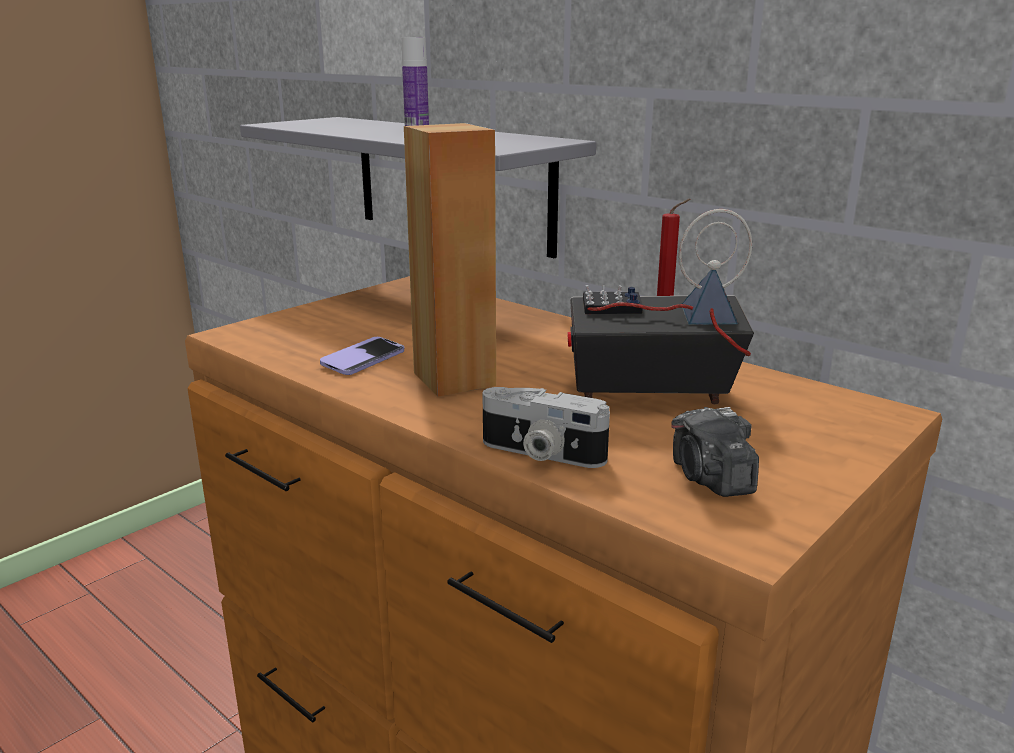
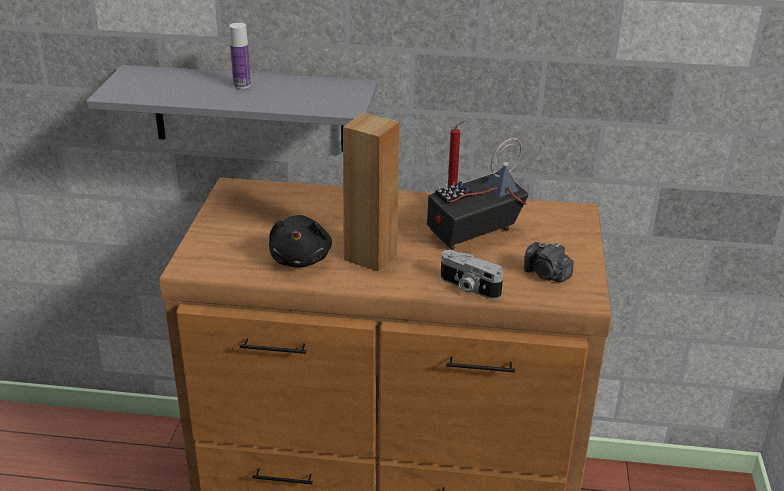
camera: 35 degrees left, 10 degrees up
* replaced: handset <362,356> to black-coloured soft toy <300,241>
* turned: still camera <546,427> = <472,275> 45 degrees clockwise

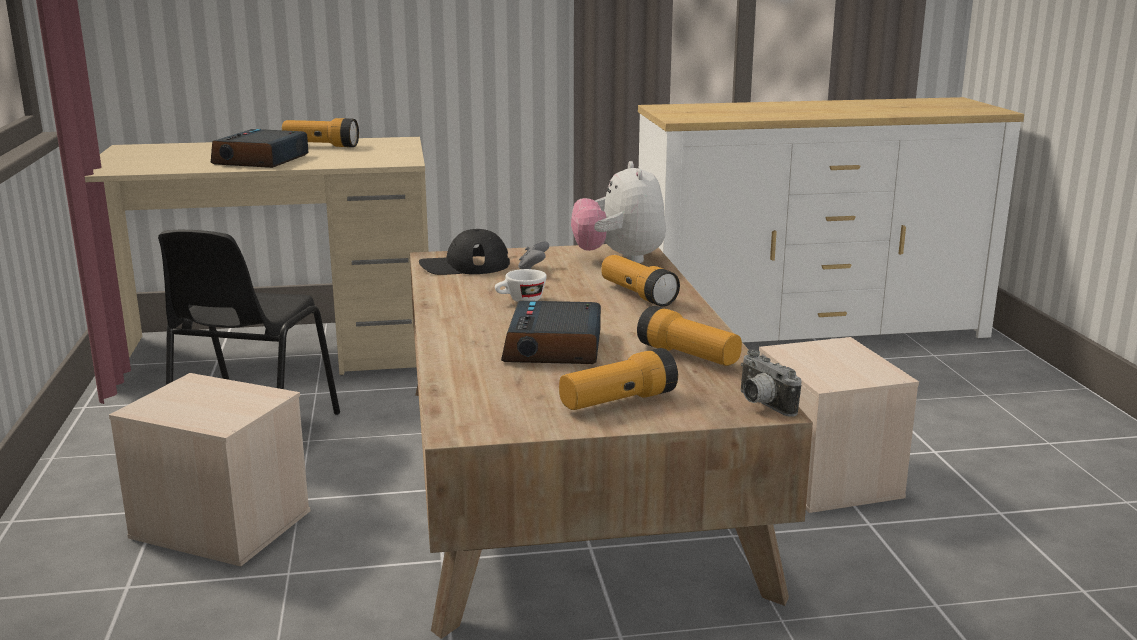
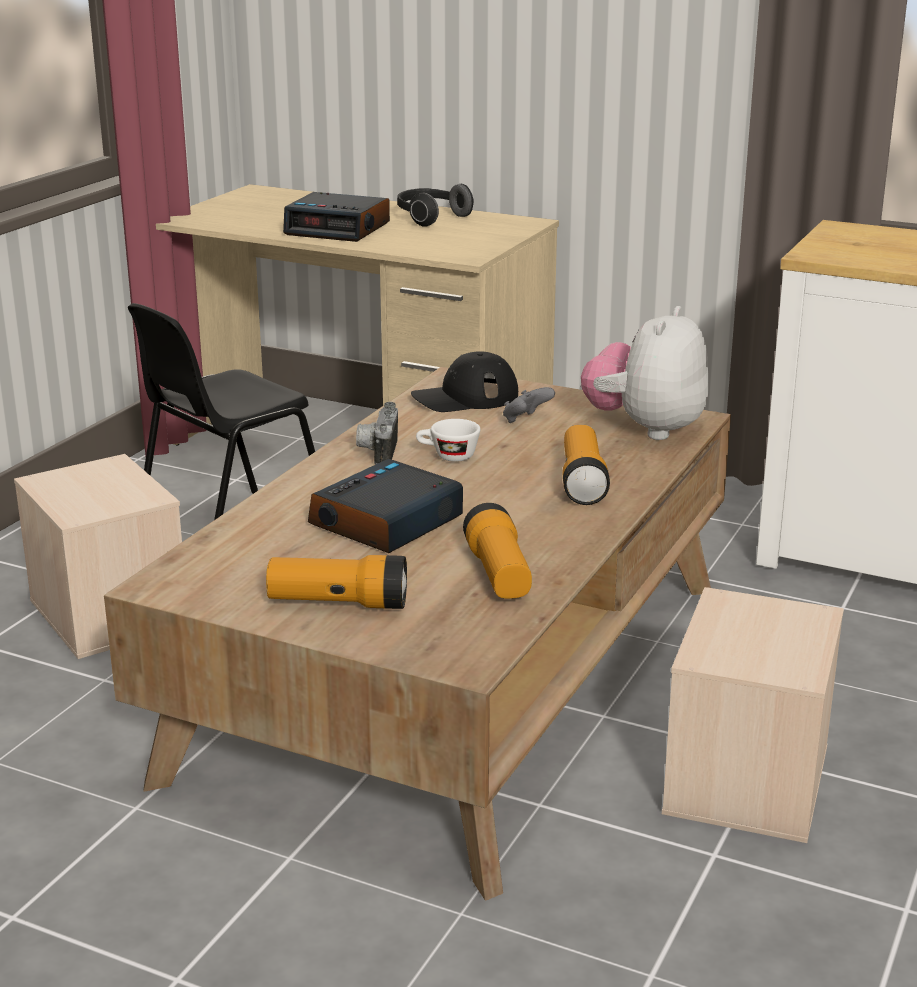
camera: 35 degrees right, 5 degrees up
* replaced: torch <320,132> to pair of headphones <435,205>
* turned: table clock <260,148> = <336,217> 120 degrees counterclockwise
* turned: black-coloured baseball cap <464,252> = <464,381> 45 degrees counterclockwise
* moved: still camera <771,383> to <377,433>

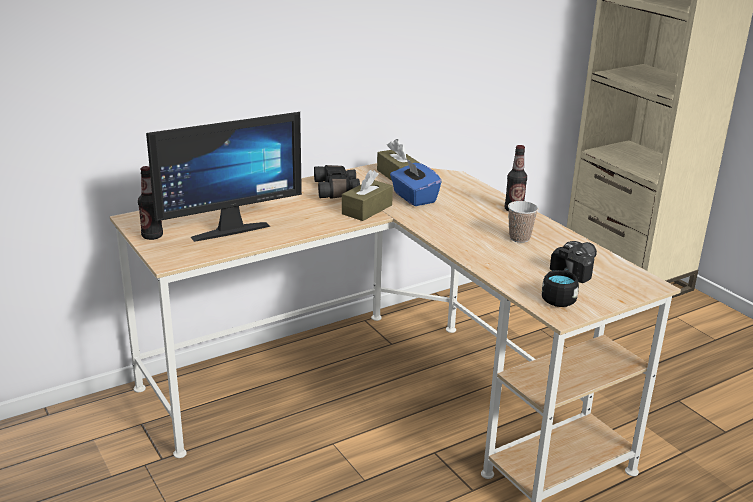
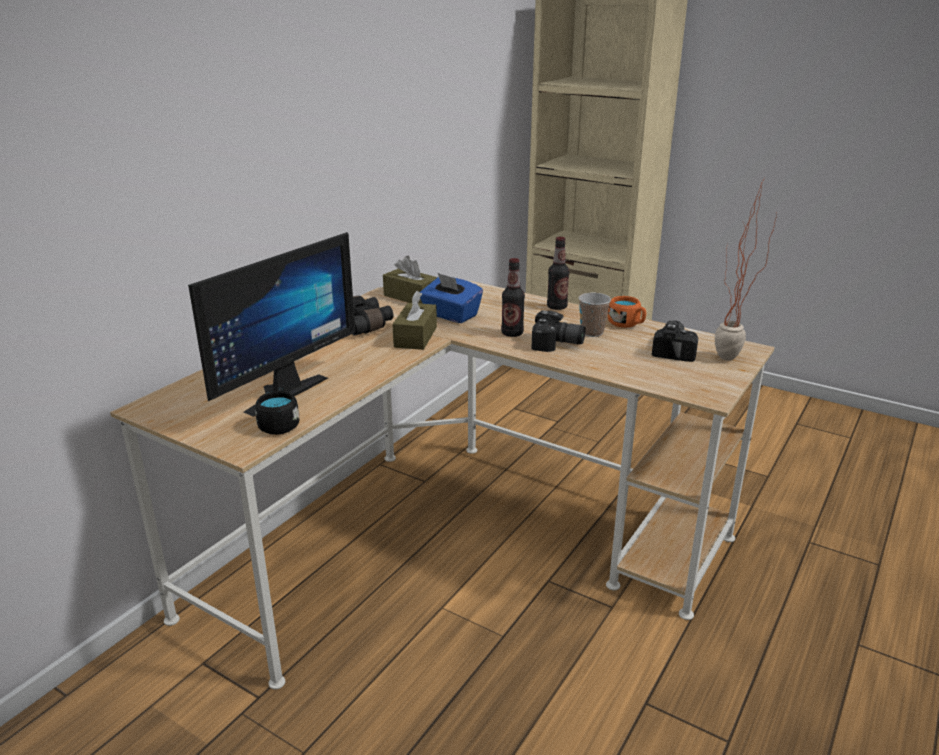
camera: 25 degrees left, 0 degrees up
* moved: bottle <150,203> to <513,297>
* moved: black-coloured mug <560,287> to <277,411>
* added: houseplant <746,270>
* added: orange mug <627,312>
* added: still camera <558,331>

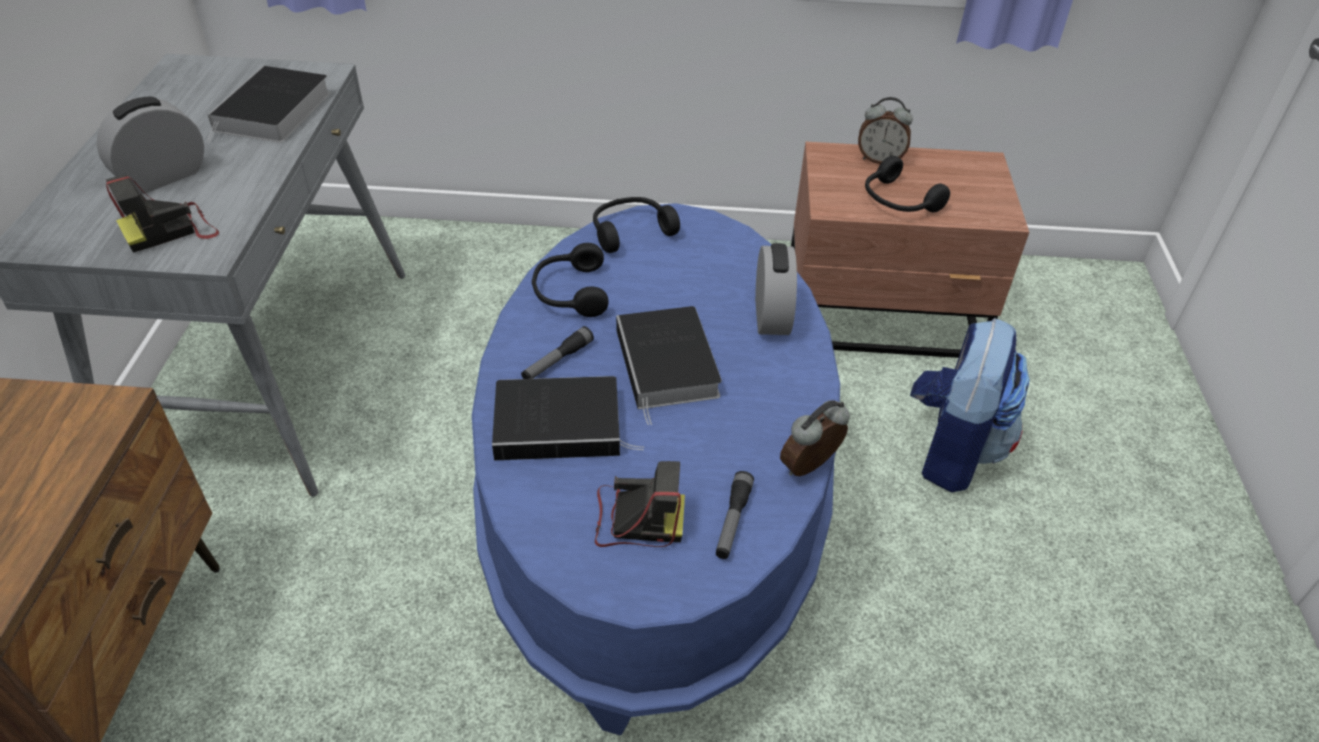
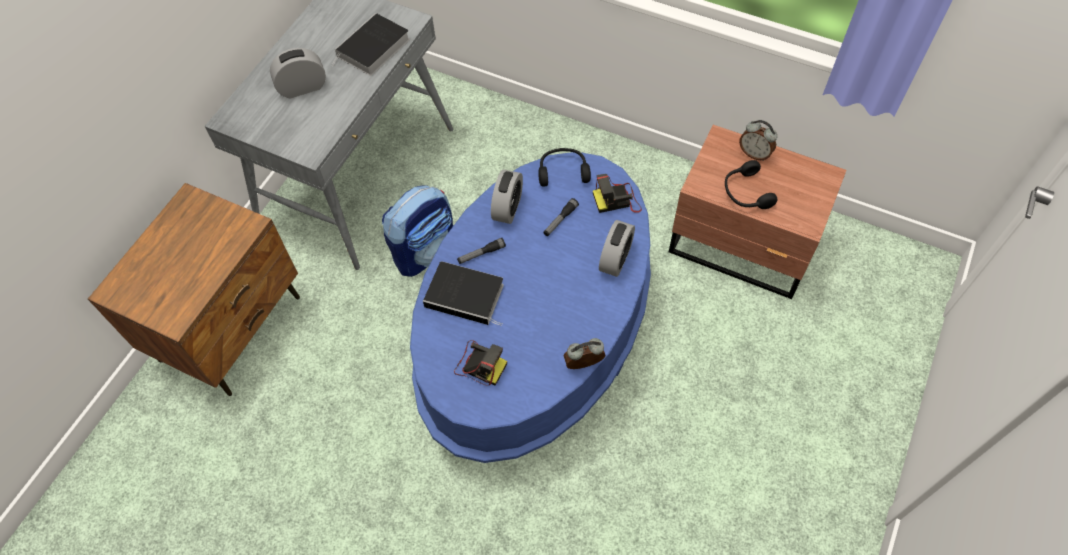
camera: 25 degrees right, 15 degrees up
* moved: still camera <162,214> to <617,193>
* replaced: black-coloured pair of headphones <570,280> to table clock <507,196>
* removed: book <669,365>
* moved: knapsack <969,405> to <417,231>
* moved: torch <735,515> to <561,217>

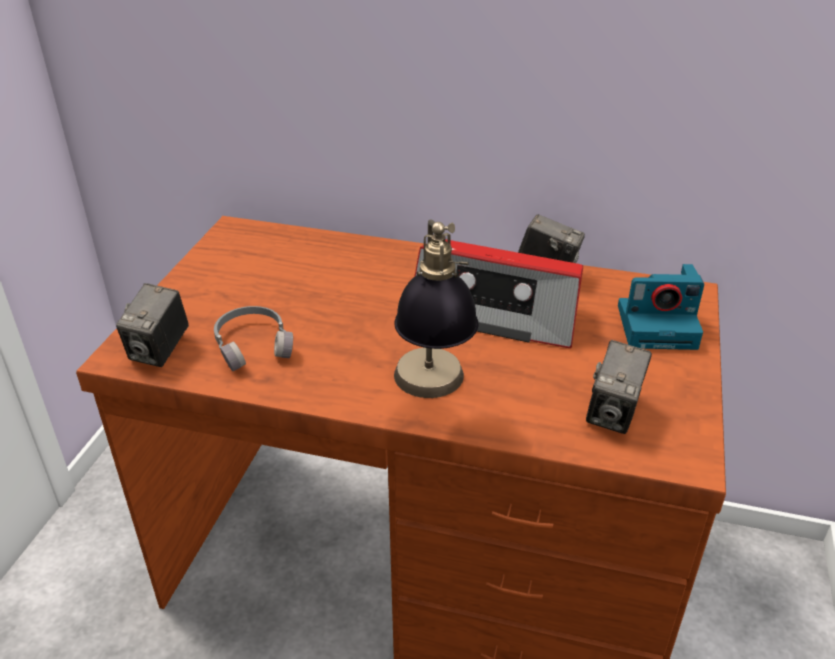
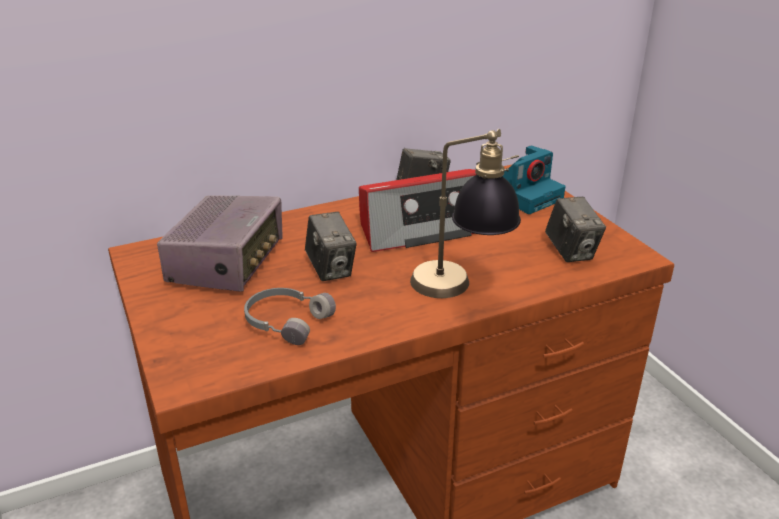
camera: 40 degrees left, 5 degrees down
* moved: still camera <152,325> to <331,246>
* added: radio <220,243>

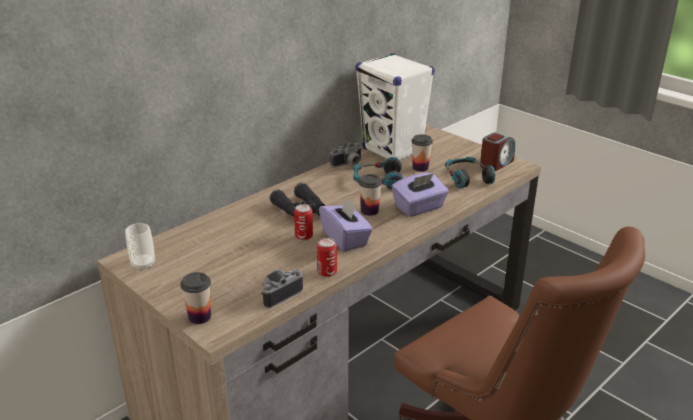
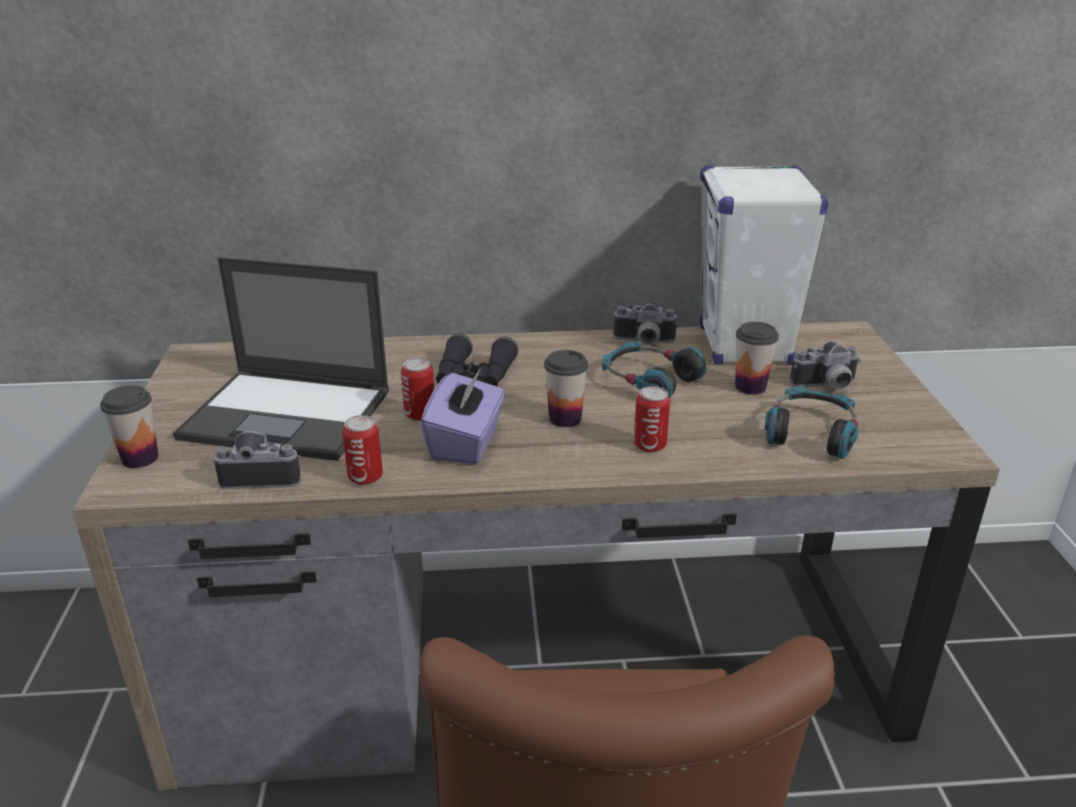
camera: 40 degrees right, 0 degrees up
* removed: table clock <498,151>
* replaced: purplish box of tissues <420,195> to sealed can <652,419>
* removed: drinking cup <140,247>
* added: portable computer <281,359>
* added: still camera <825,365>

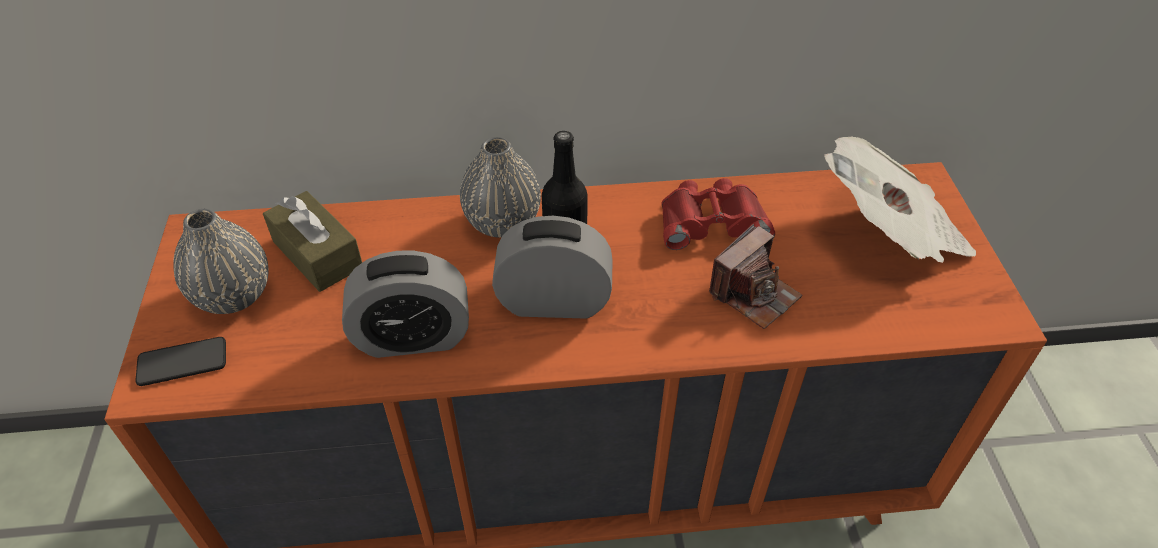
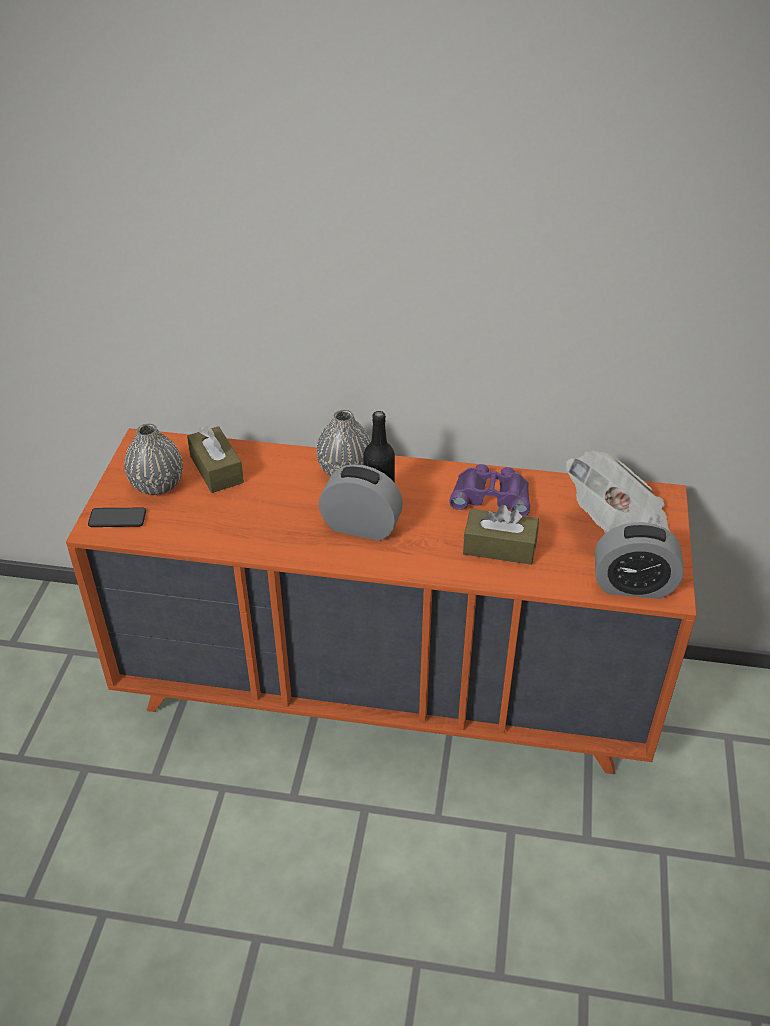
camera: 15 degrees right, 5 degrees down
* recoloured: reddish pair of binoculars <718,214> to purplish pair of binoculars <489,490>
* replaced: still camera <755,276> to brown-coloured box of tissues <501,535>
* moved: table clock <405,304> to <639,560>

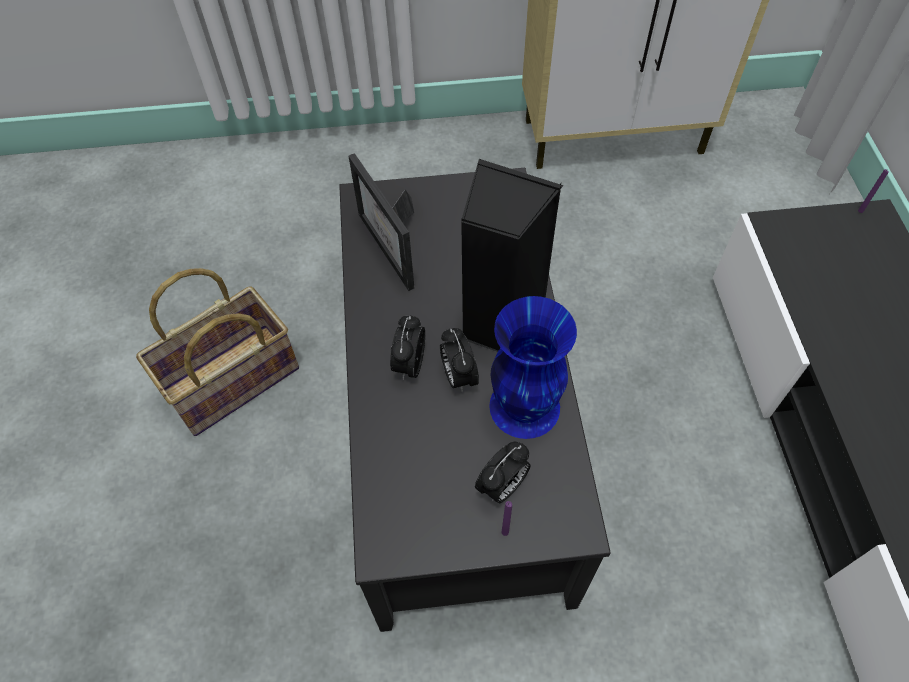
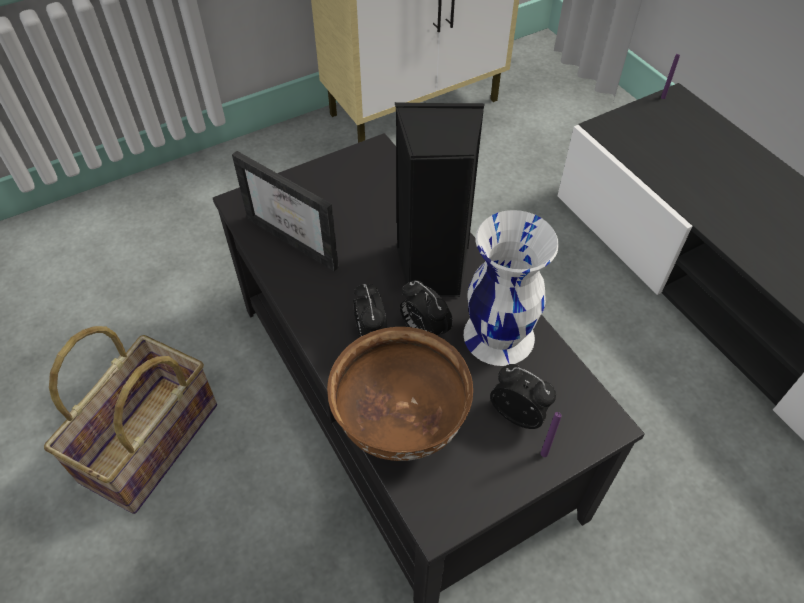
camera: 25 degrees left, 5 degrees down
* recoloured: bluish decorative vase <533,367> to white decorative vase <511,288>
* turned: table clock <503,472> = <523,396> 75 degrees counterclockwise
* added: brown-coloured serving bowl <400,394>

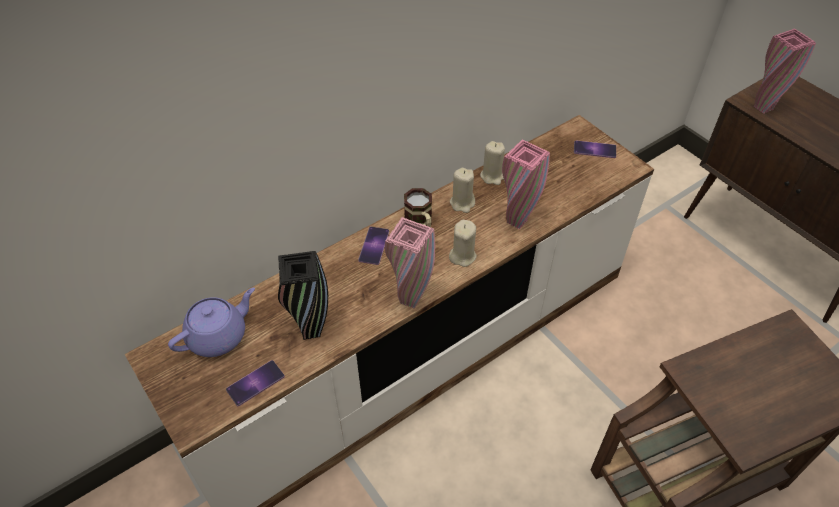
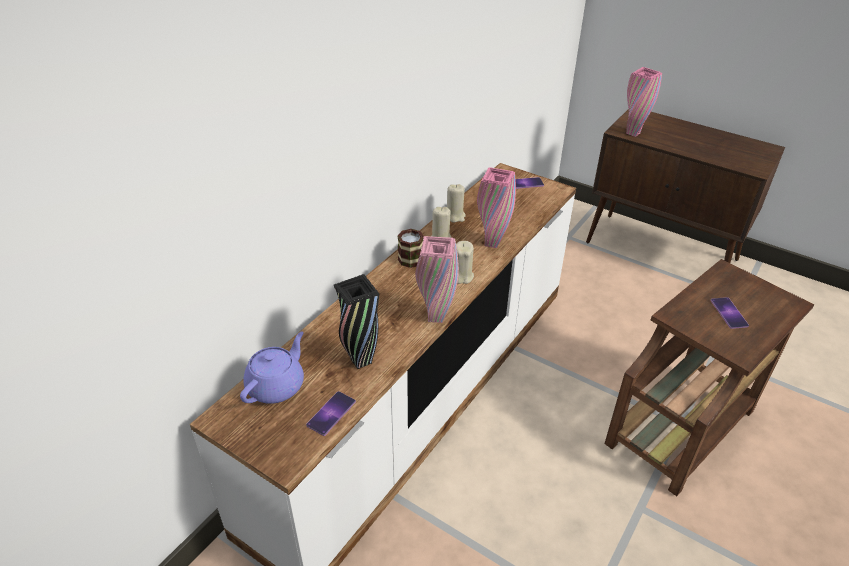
camera: 20 degrees left, 10 degrees down
* moved: handset <373,246> to <730,313>

